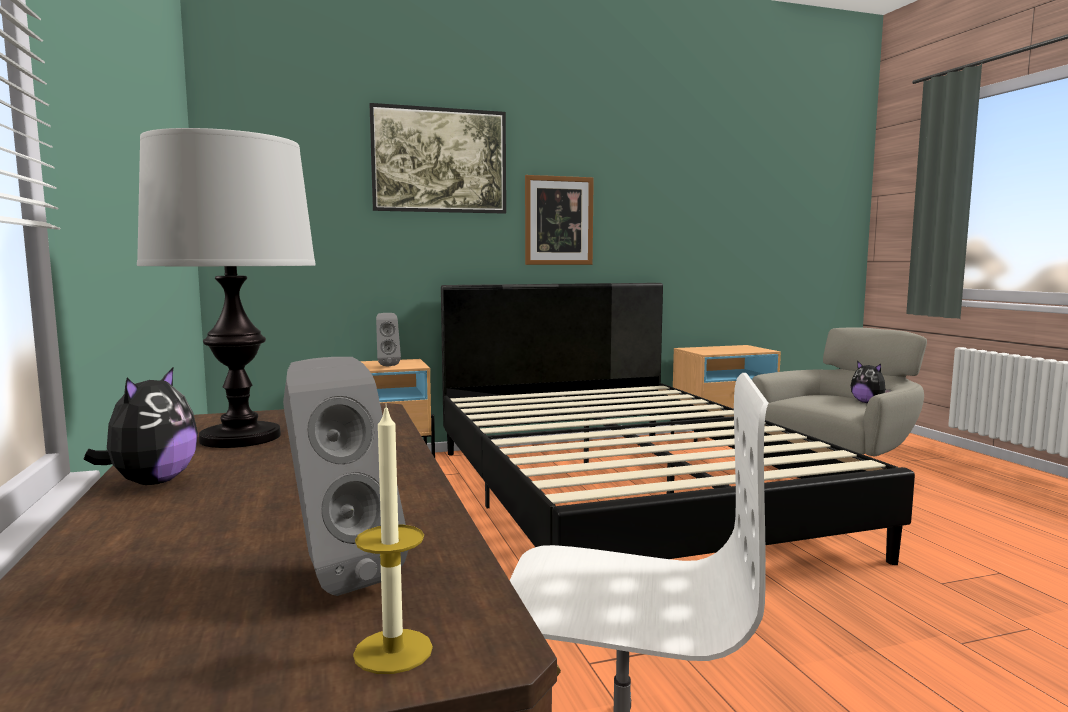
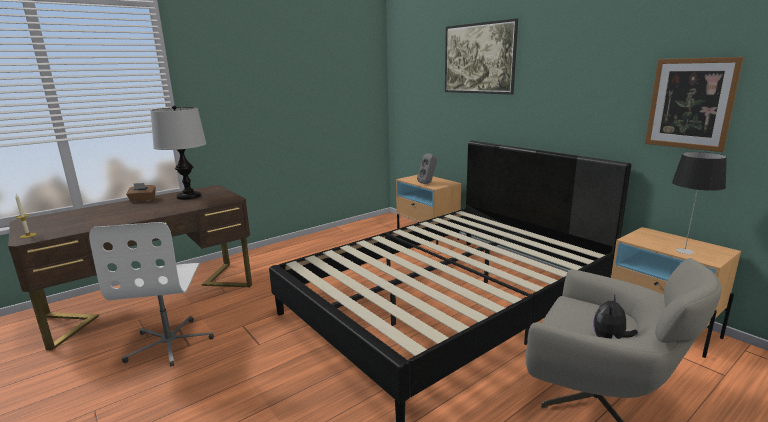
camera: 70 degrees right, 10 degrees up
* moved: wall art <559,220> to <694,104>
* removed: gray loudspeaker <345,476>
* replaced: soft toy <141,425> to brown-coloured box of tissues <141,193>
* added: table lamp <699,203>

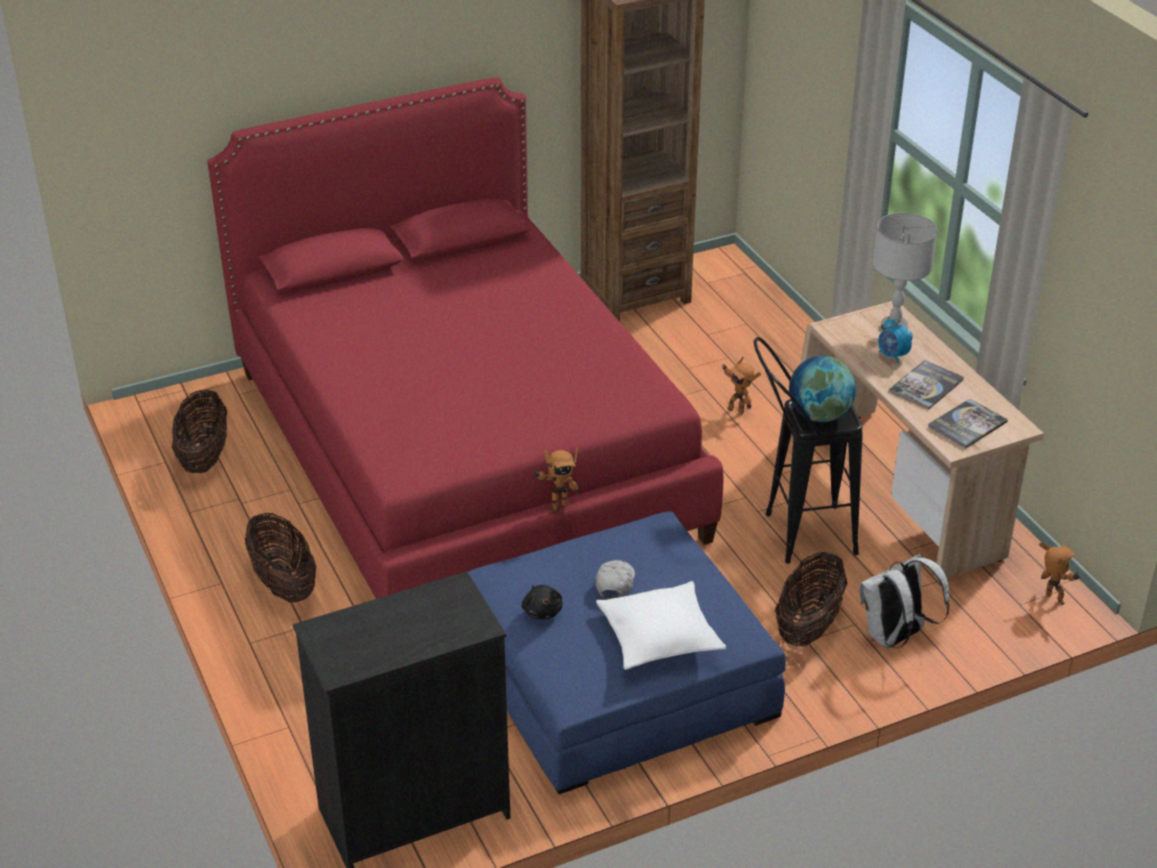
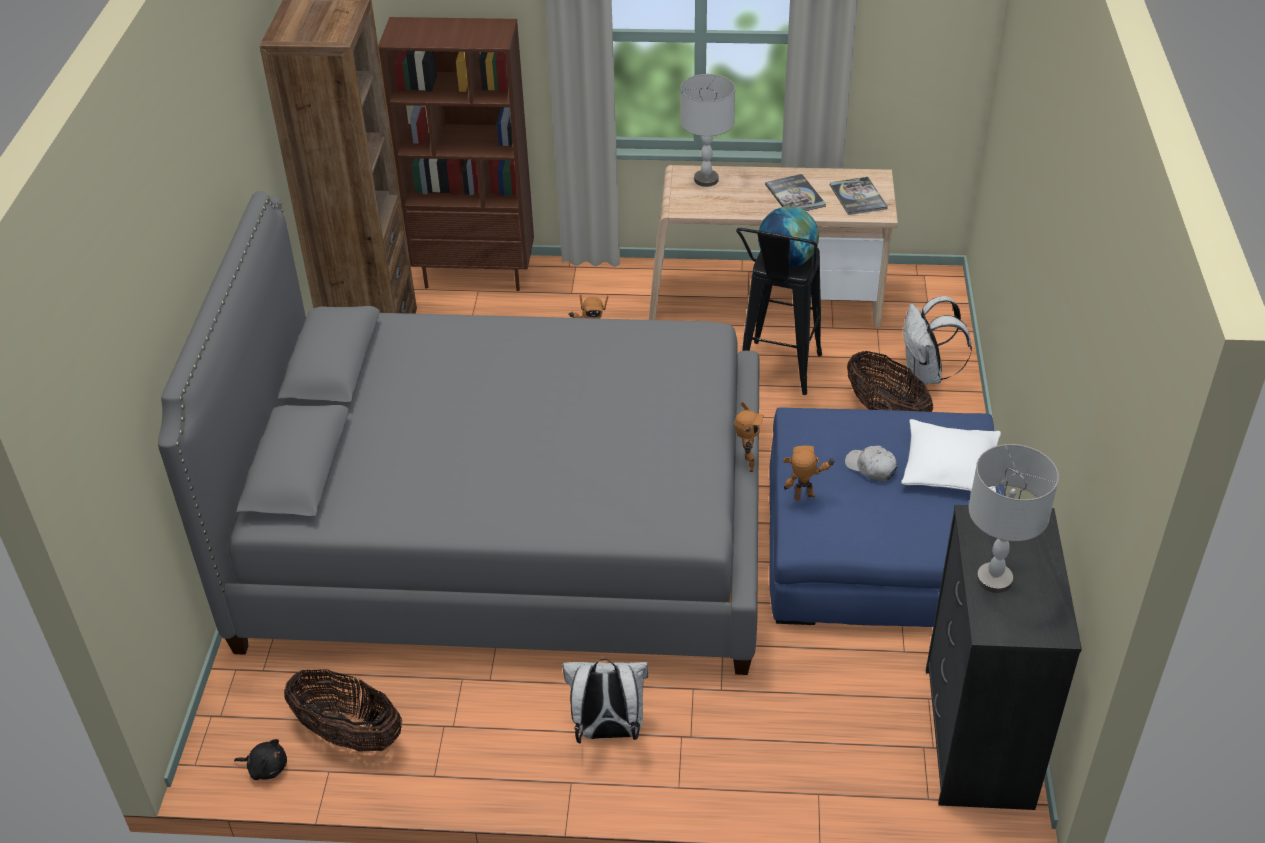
camera: 60 degrees left, 5 degrees up
* recoloured: reddish bed <465,338> to gray bed <459,433>
* removed: table clock <895,341>
* replaced: storage basket <280,558> to white knapsack <605,701>
* moved: model robot <1060,573> to <809,472>
* moved: black-coloured soft toy <541,602> to <260,759>
* added: brown-coloured shelving unit <456,154>
* added: gray table lamp <1014,518>

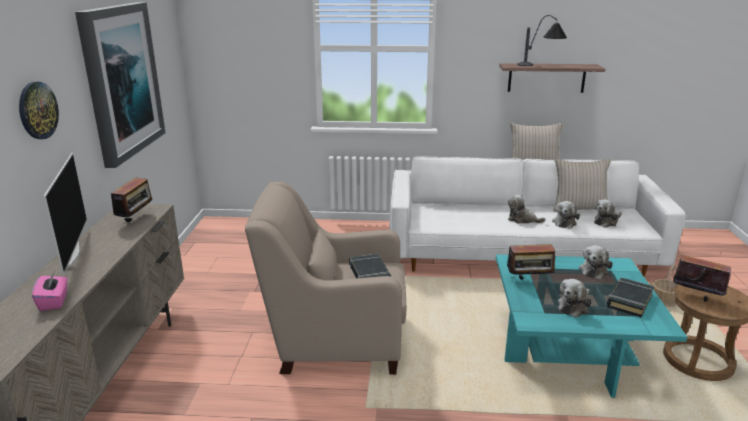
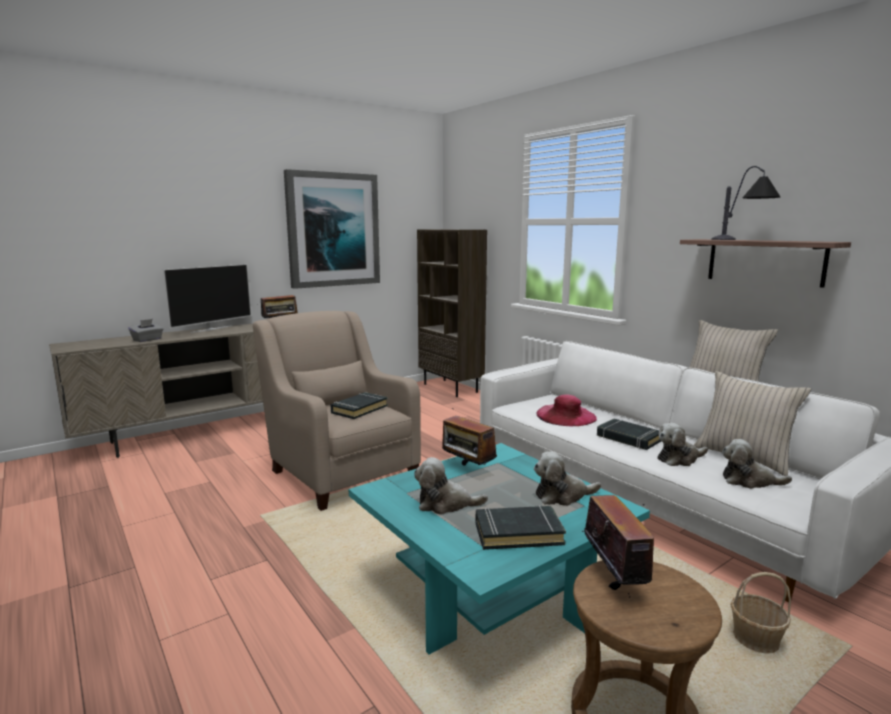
camera: 50 degrees right, 10 degrees down
* removed: hanging clock <39,110>
* replaced: soft toy <527,209> to black-coloured book <629,434>
* recoloured: pinkish box of tissues <50,291> to gray box of tissues <145,330>
* added: brown-coloured shelving unit <452,313>
* added: pinkish wearable hat <566,410>

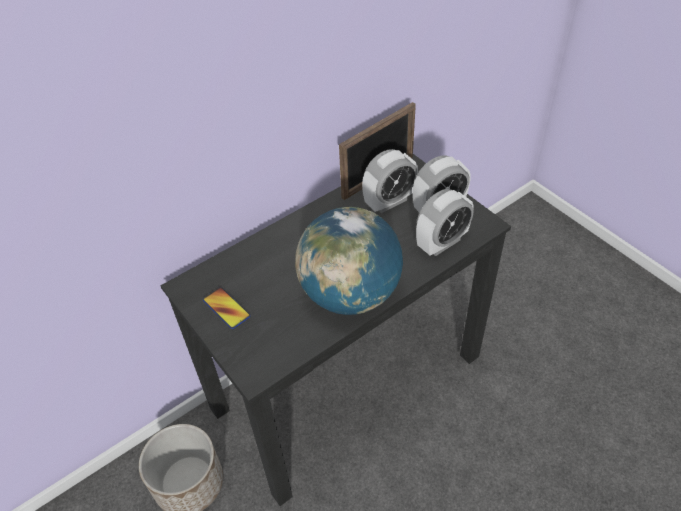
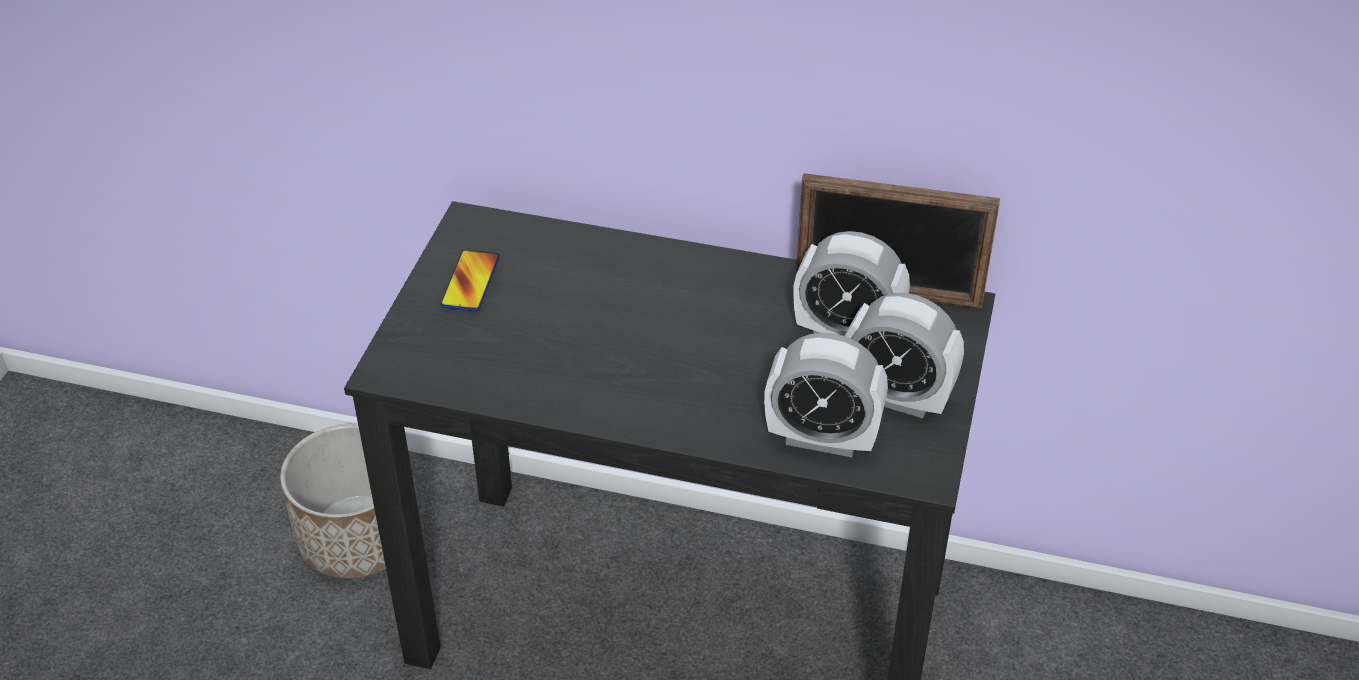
camera: 50 degrees right, 5 degrees down
* removed: desk globe <349,261>

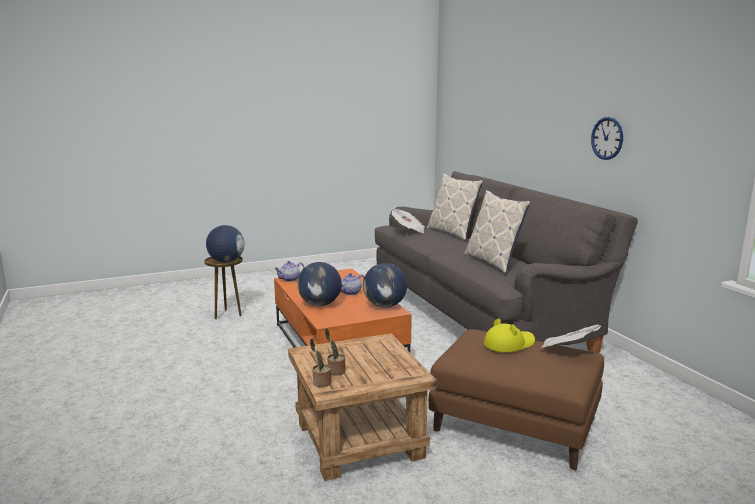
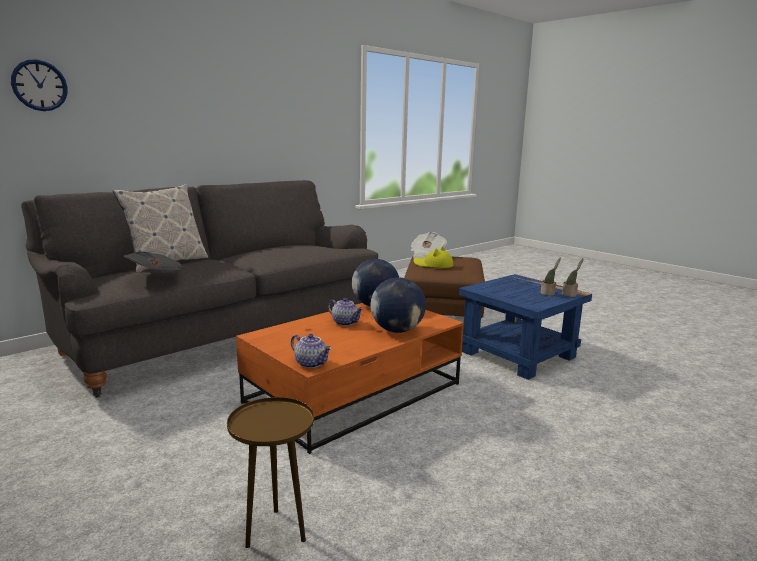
camera: 110 degrees left, 0 degrees up
* moved: hanging clock <607,138> to <39,85>
* removed: pillow <497,231>
* removed: desk globe <225,243>
* recoloured: brown-coloured end table <362,407> to bluish end table <525,327>

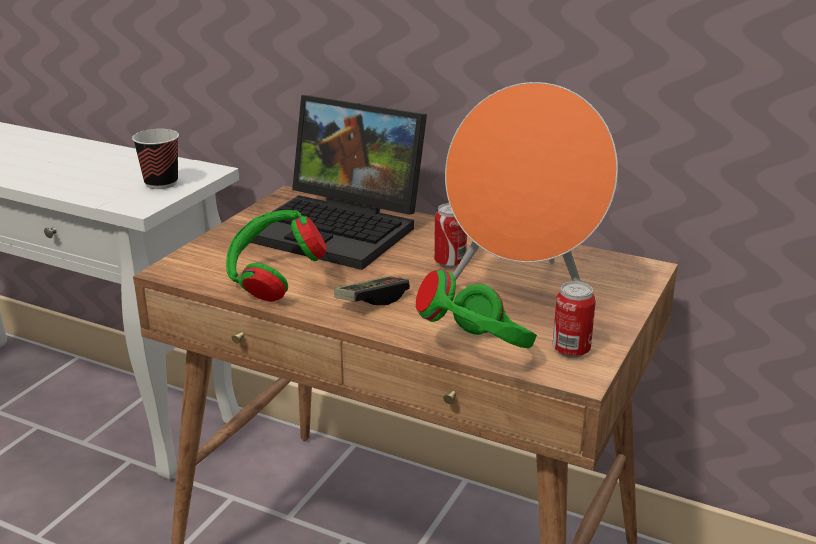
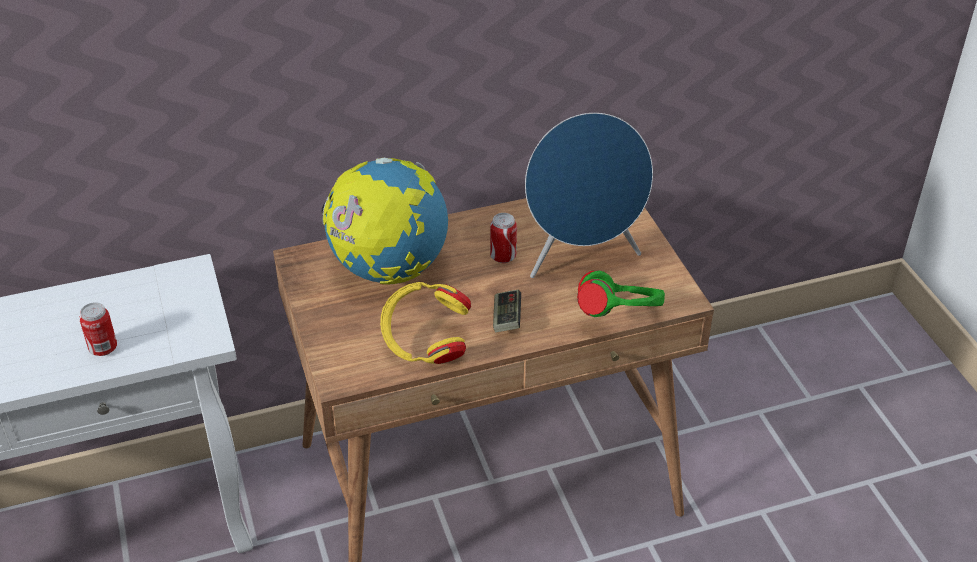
camera: 45 degrees left, 15 degrees up
* recoloured: orange loudspeaker <531,182> to bluish loudspeaker <589,195>
* replaced: portable computer <338,182> to desk globe <384,221>
* removed: drinking cup <155,159>
* recoloured: green pair of headphones <276,256> to yellowish pair of headphones <425,323>
* moved: sealed can <574,319> to <98,329>

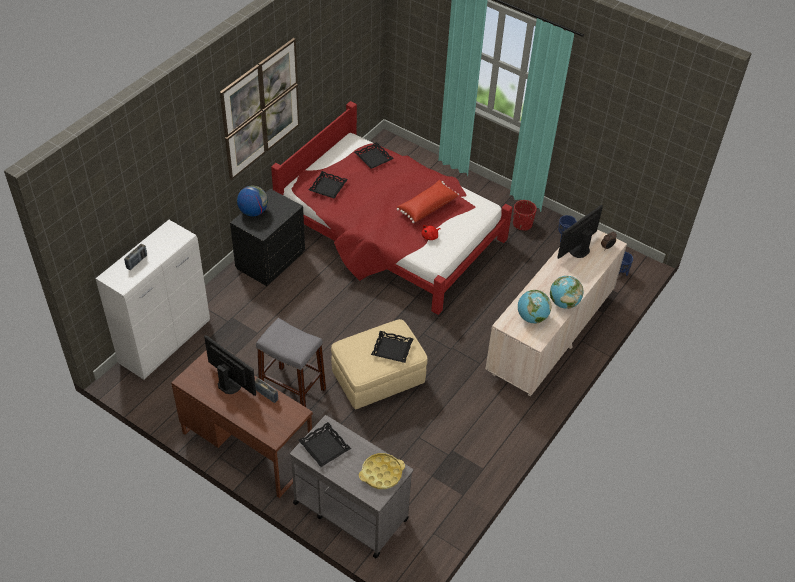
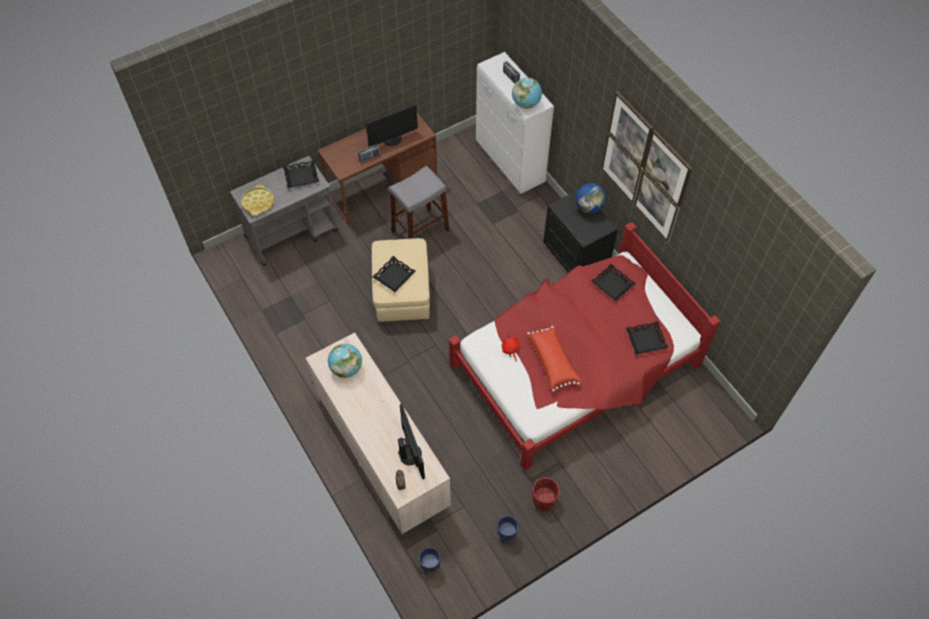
camera: 115 degrees right, 10 degrees up
* moved: desk globe <567,292> to <527,93>

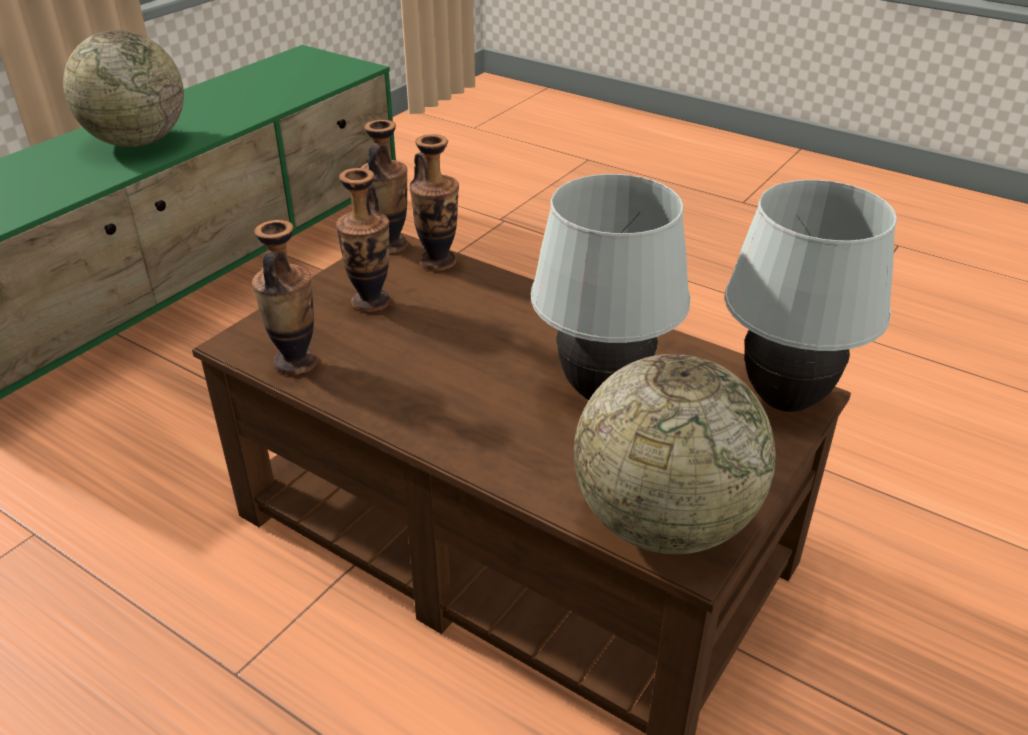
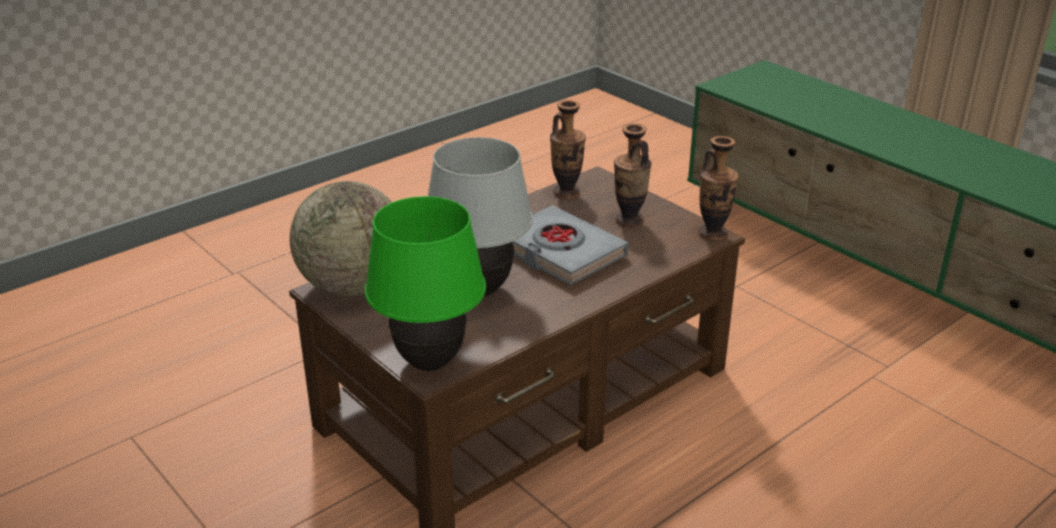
camera: 105 degrees right, 5 degrees down
* removed: desk globe <123,88>
* removed: decorative vase <434,202>
* recoloured: white table lamp <811,296> to green table lamp <425,283>
* added: gray book <570,245>

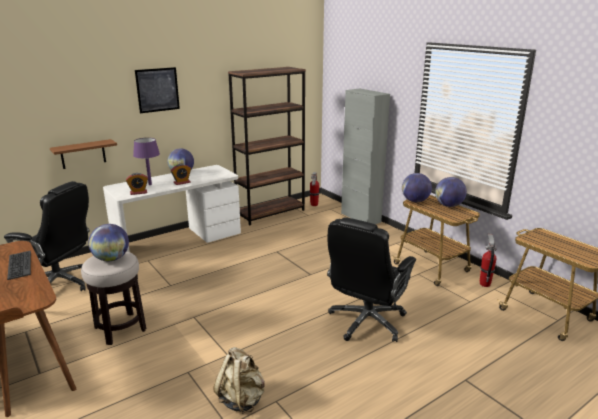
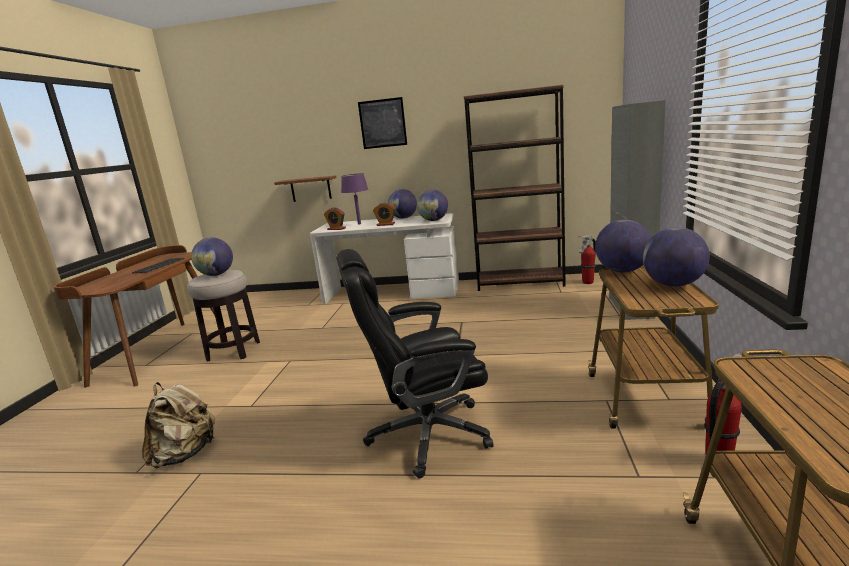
camera: 45 degrees right, 5 degrees down
* removed: black-coloured office chair <47,236>
* added: desk globe <432,205>

